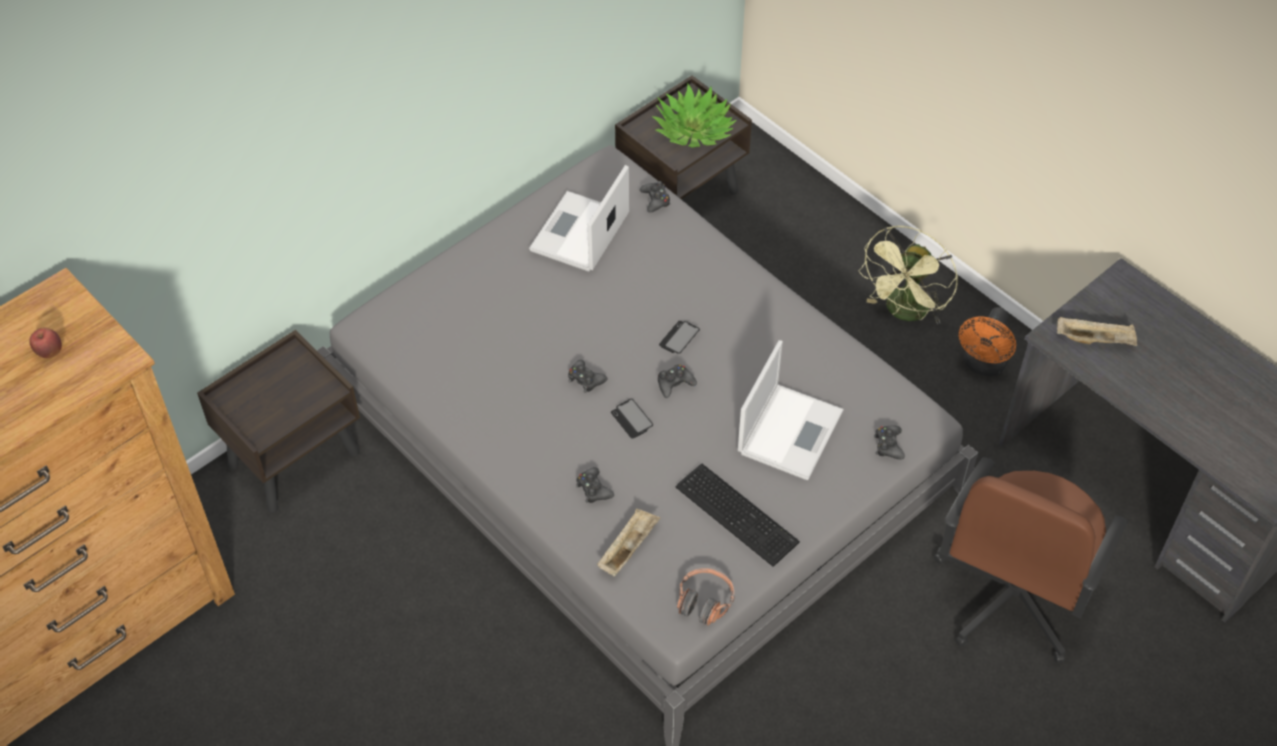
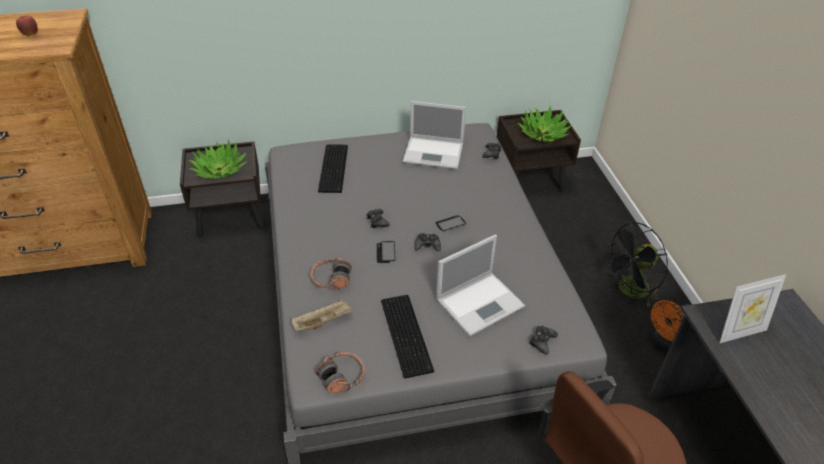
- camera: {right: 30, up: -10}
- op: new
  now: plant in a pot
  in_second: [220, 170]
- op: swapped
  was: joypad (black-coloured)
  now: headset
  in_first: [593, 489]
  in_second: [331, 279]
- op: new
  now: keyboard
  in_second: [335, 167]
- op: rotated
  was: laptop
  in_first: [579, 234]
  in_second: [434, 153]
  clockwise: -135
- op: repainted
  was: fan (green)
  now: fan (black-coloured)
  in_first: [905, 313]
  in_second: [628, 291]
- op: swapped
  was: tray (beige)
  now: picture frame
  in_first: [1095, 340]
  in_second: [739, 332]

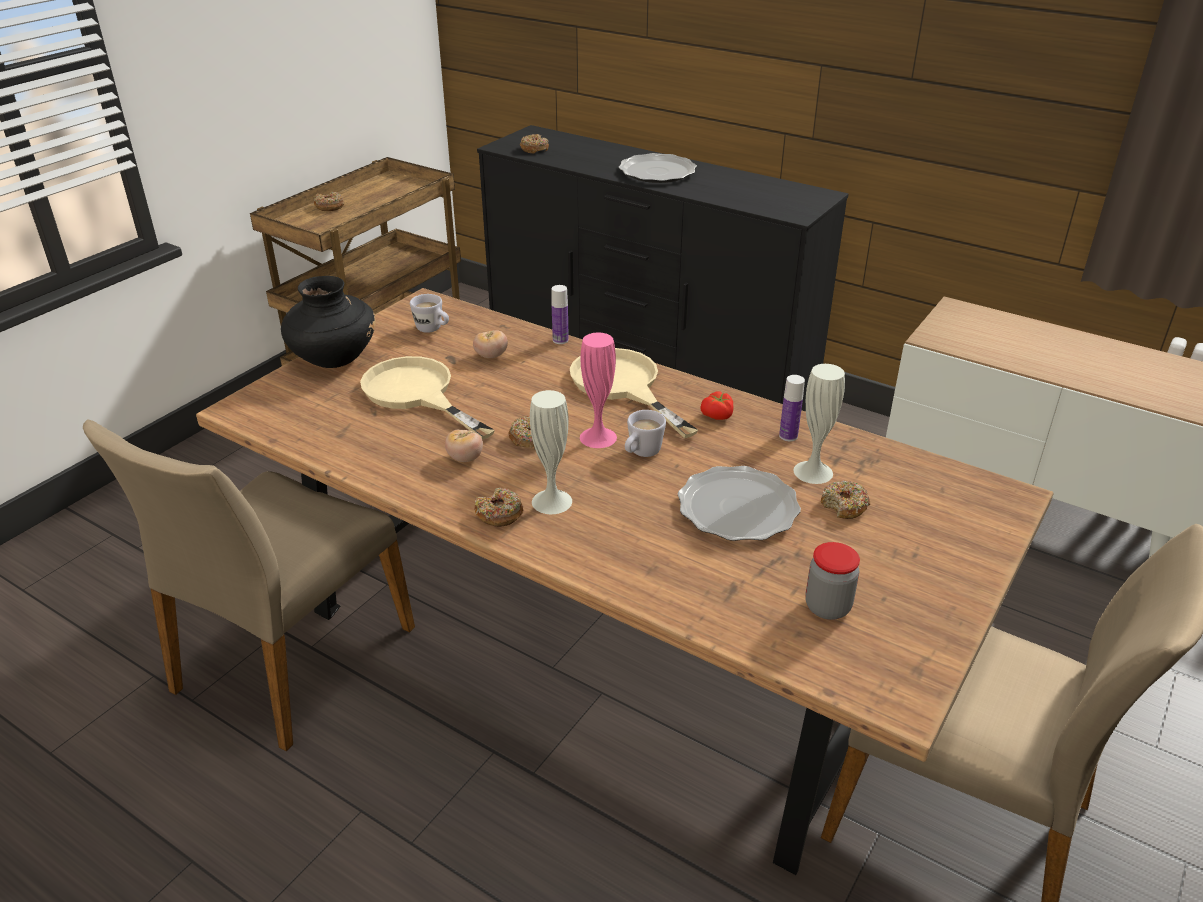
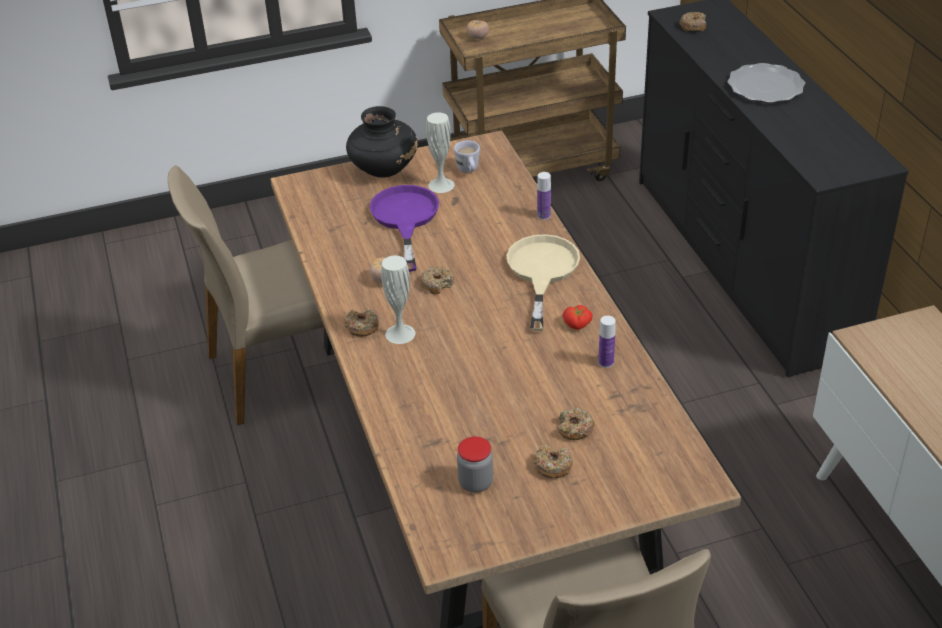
- camera: {right: 40, up: 5}
- op: repainted
  was: pan (beige)
  now: pan (purple-coloured)
  in_first: [417, 394]
  in_second: [405, 219]
- op: shifted
  was: vase (white)
  in_first: [813, 472]
  in_second: [441, 185]
- op: shifted
  was: whole tomato
  in_first: [491, 356]
  in_second: [478, 38]
- op: shifted
  was: ring doughnut
  in_first: [329, 206]
  in_second: [552, 466]
- op: gone
  was: vase (pink)
  in_first: [598, 437]
- op: gone
  was: tea mug (white)
  in_first: [641, 453]
- op: gone
  was: plate
  in_first: [738, 507]

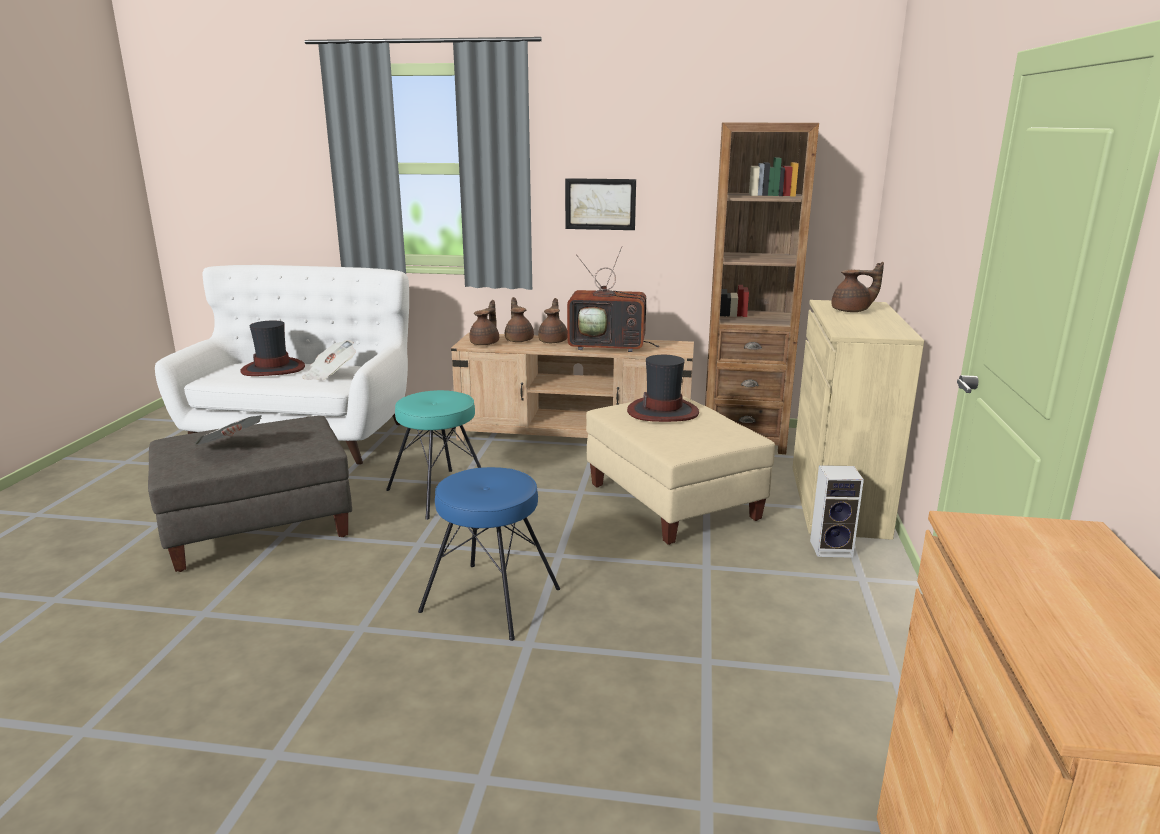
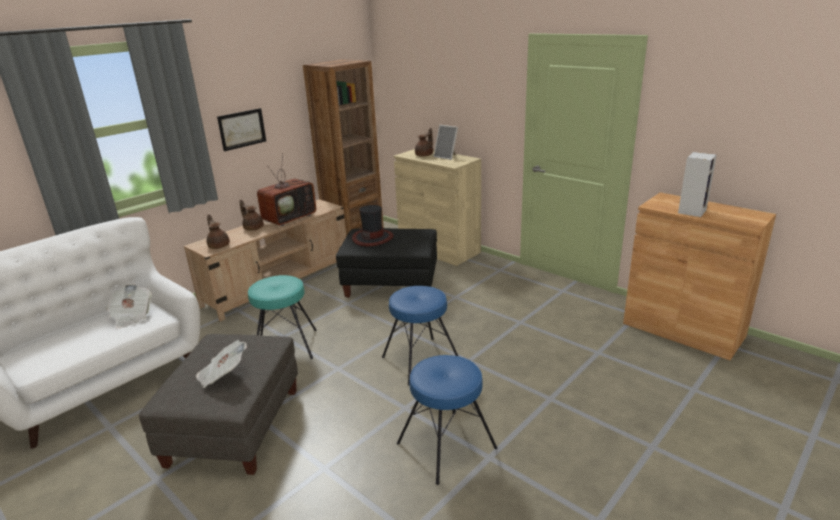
- camera: {right: -55, up: 5}
- op: repainted
  was: pouffe (beige)
  now: pouffe (black-coloured)
  in_first: [672, 502]
  in_second: [391, 284]
- op: new
  now: stool seat (bluish)
  in_second: [447, 446]
- op: new
  now: picture frame
  in_second: [447, 157]
- op: shifted
  was: audio speaker
  in_first: [832, 548]
  in_second: [691, 211]
- op: gone
  was: wearable hat
  in_first: [273, 369]
- op: gone
  was: tea pot (brown-coloured)
  in_first: [519, 340]

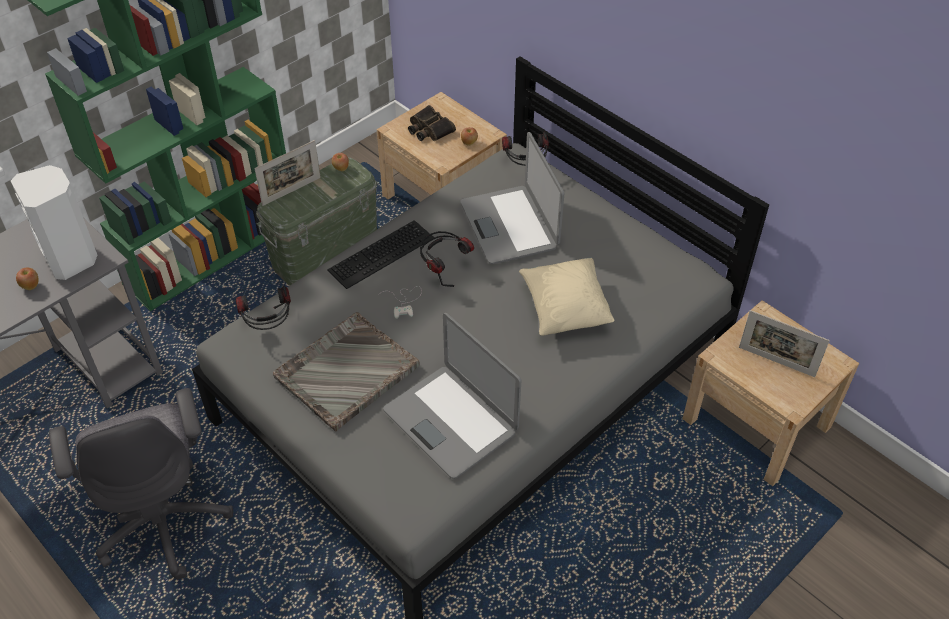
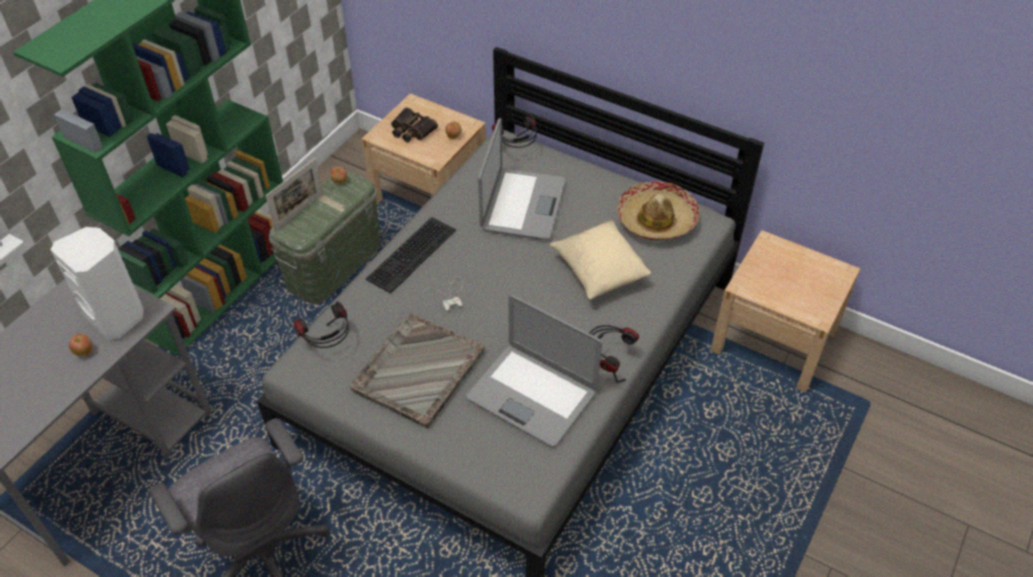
- camera: {right: -15, up: 0}
- op: rotated
  was: laptop
  in_first: [510, 225]
  in_second: [522, 205]
  clockwise: -135
- op: shifted
  was: headset
  in_first: [444, 270]
  in_second: [608, 363]
- op: new
  now: wearable hat
  in_second: [656, 219]
- op: gone
  was: picture frame
  in_first: [776, 362]

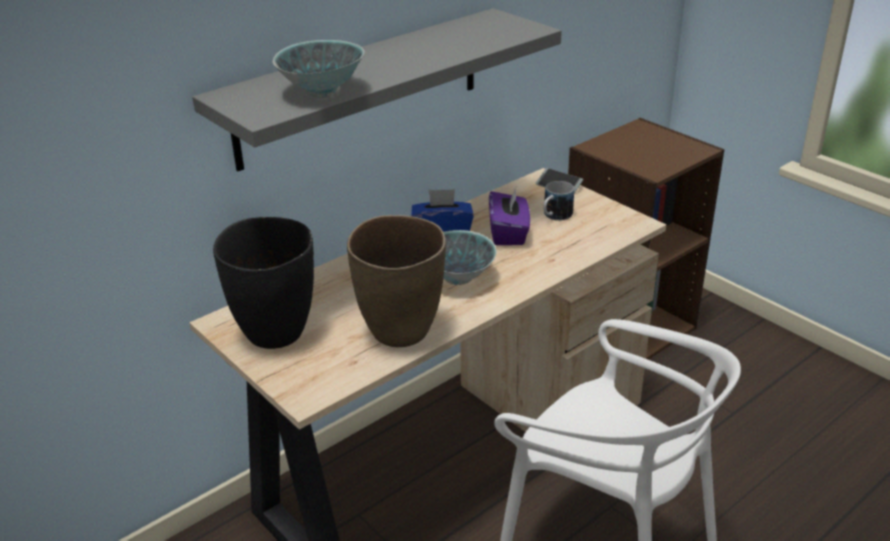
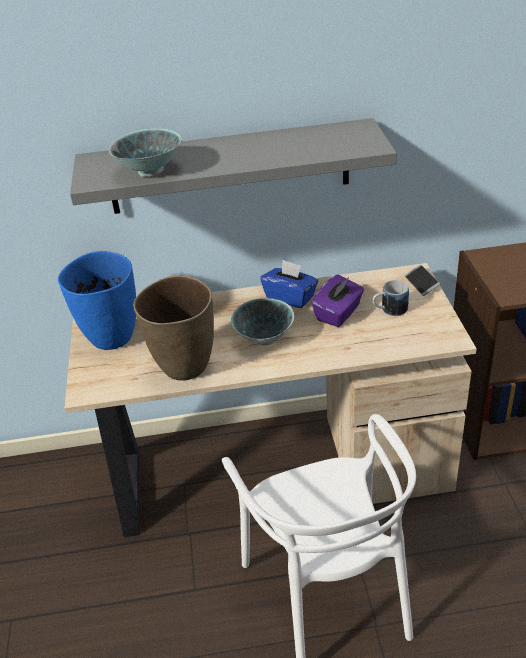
- camera: {right: 35, up: 5}
- op: repainted
  was: vase (black-coloured)
  now: vase (bluish)
  in_first: [276, 333]
  in_second: [112, 338]

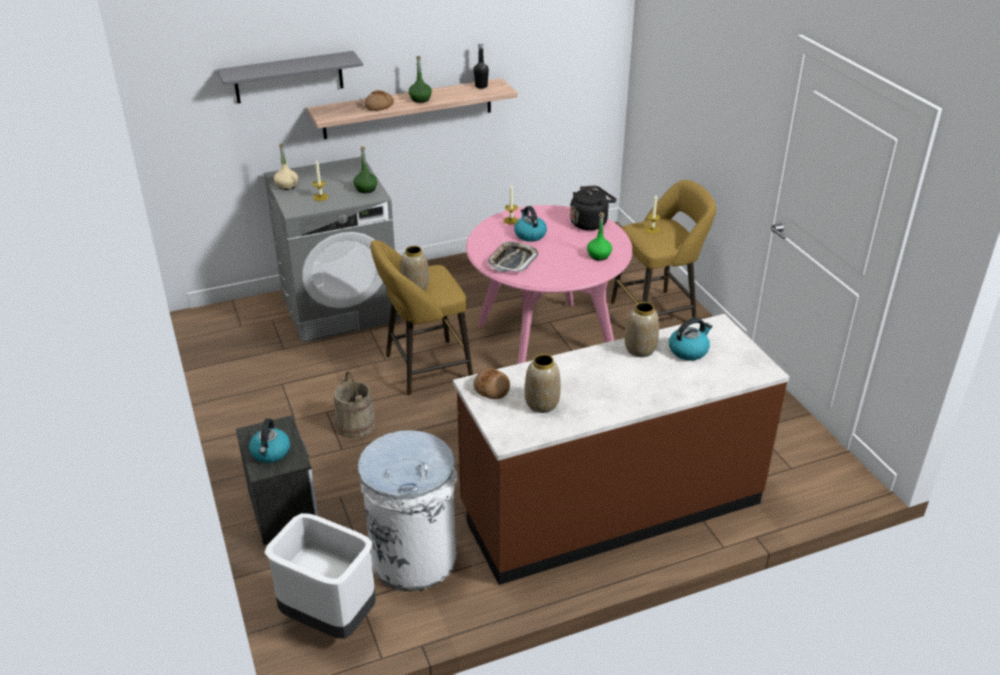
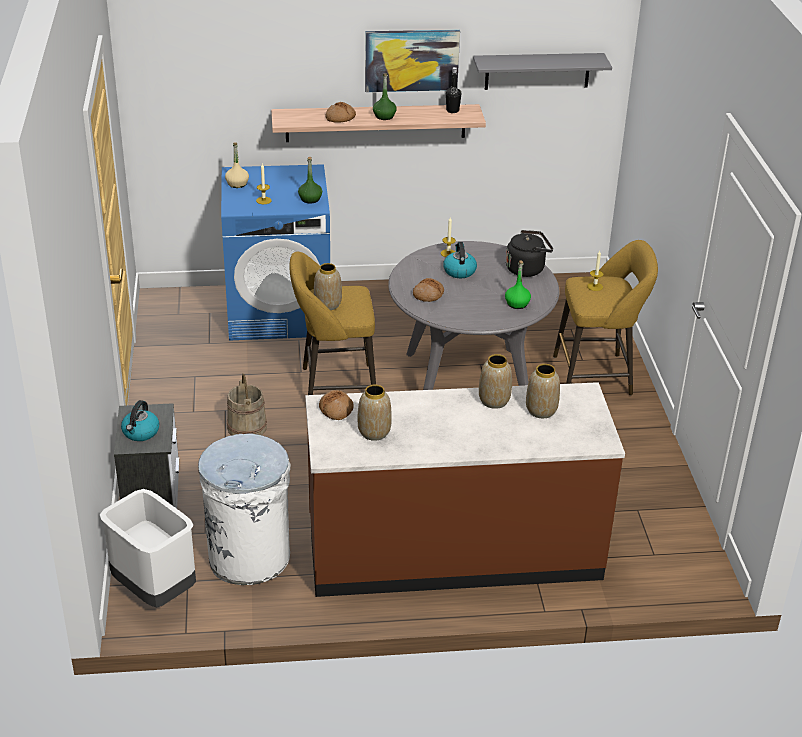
- camera: {right: 15, up: 0}
- op: repainted
  was: laundry appliance (greyish)
  now: laundry appliance (bluish)
  in_first: [340, 307]
  in_second: [279, 312]
- op: new
  now: wall art
  in_second: [411, 60]
- op: repainted
  was: dinner table (pink)
  now: dinner table (greyish)
  in_first: [545, 340]
  in_second: [467, 382]
- op: swapped
  was: tray
  now: baked bread
  in_first: [512, 261]
  in_second: [428, 294]
- op: shifted
  was: shelf (greyish)
  in_first: [288, 77]
  in_second: [537, 71]
- op: swapped
  was: water kettle
  now: vase
  in_first: [688, 350]
  in_second: [540, 410]

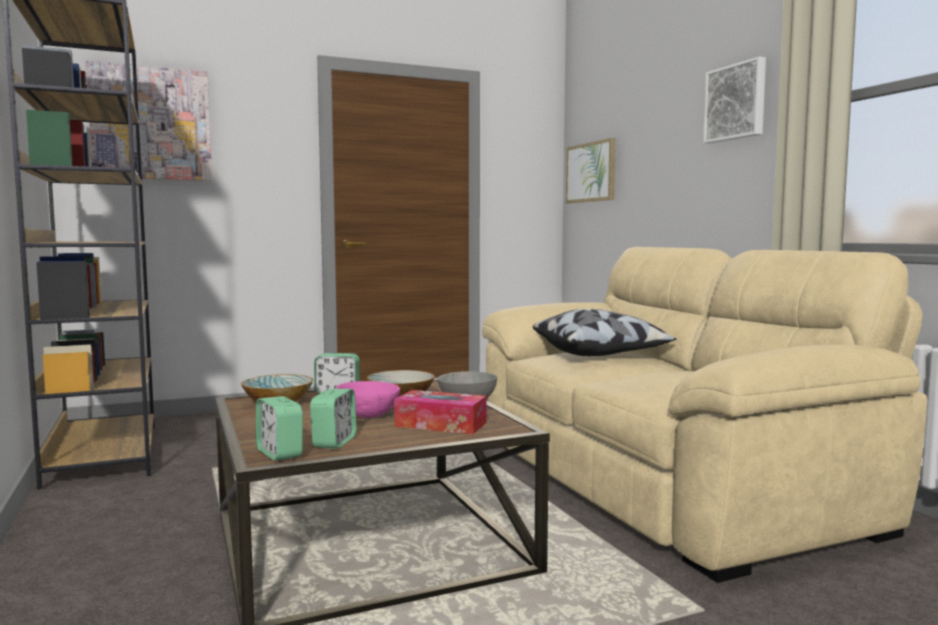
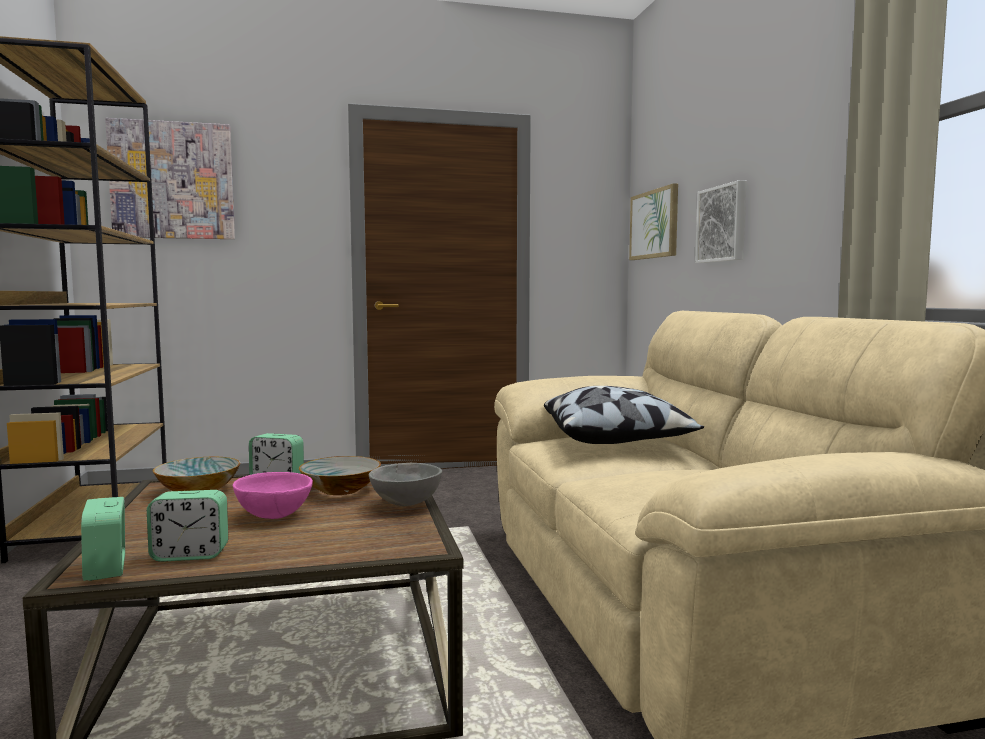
- camera: {right: 10, up: 0}
- op: rotated
  was: alarm clock
  in_first: [334, 442]
  in_second: [190, 555]
  clockwise: 60
- op: shifted
  was: wall art
  in_first: [736, 102]
  in_second: [723, 224]
- op: gone
  was: tissue holder
  in_first: [440, 424]

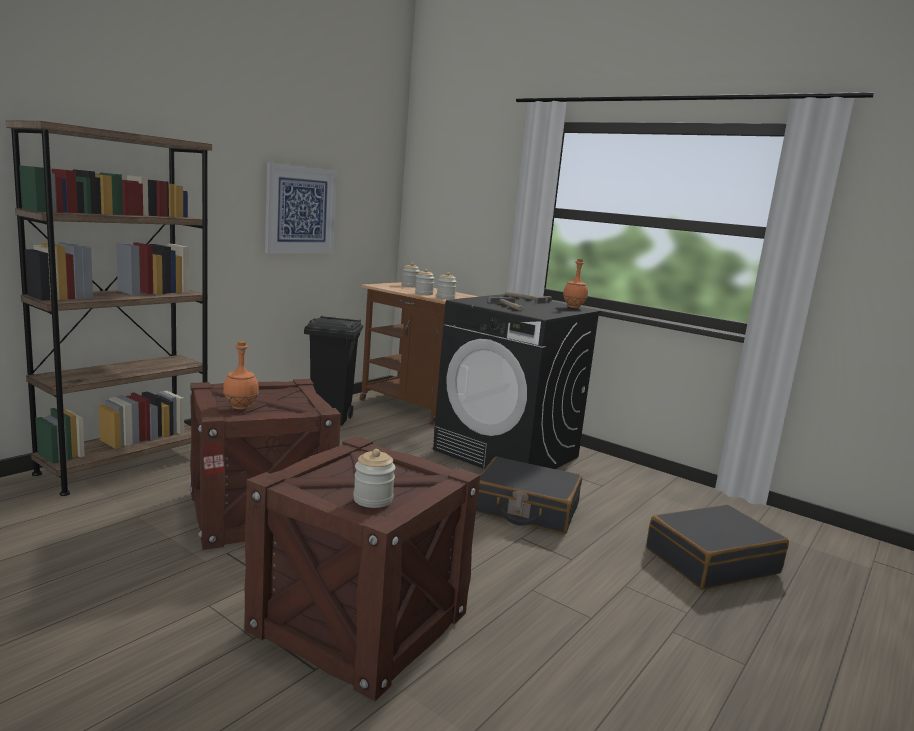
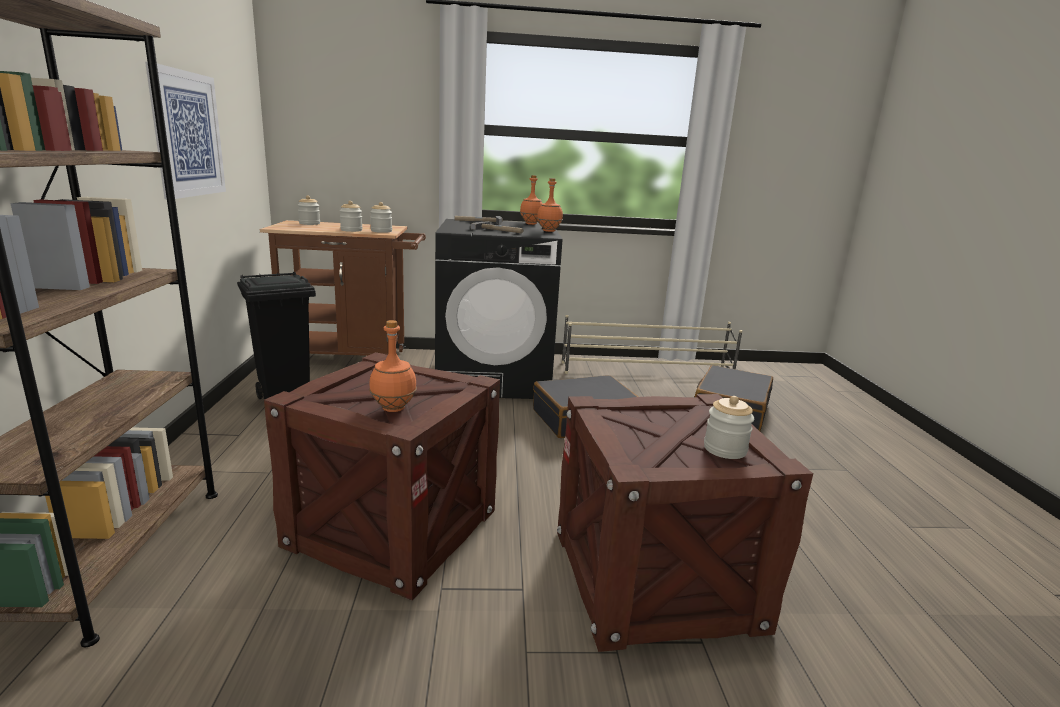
- camera: {right: -40, up: 5}
- op: new
  now: drink bottle (orange)
  in_second: [549, 231]
- op: new
  now: shoe rack (beige)
  in_second: [647, 371]

